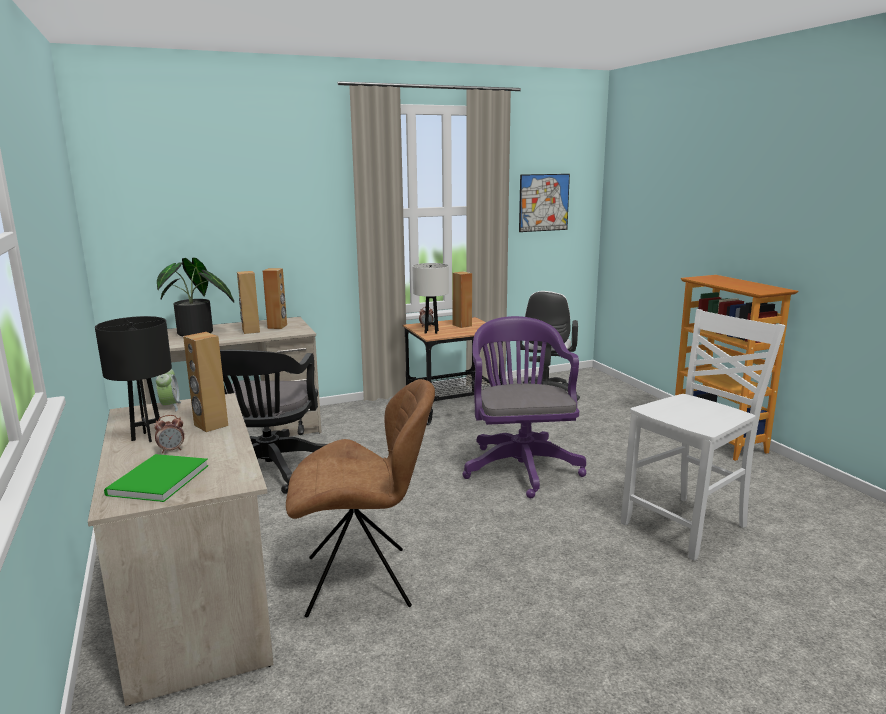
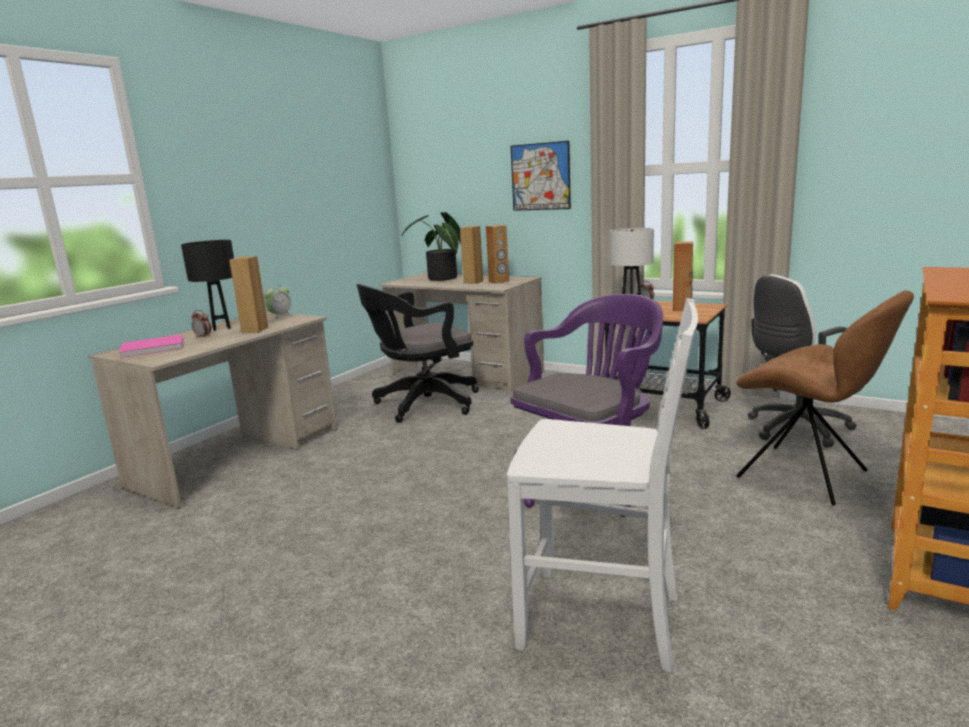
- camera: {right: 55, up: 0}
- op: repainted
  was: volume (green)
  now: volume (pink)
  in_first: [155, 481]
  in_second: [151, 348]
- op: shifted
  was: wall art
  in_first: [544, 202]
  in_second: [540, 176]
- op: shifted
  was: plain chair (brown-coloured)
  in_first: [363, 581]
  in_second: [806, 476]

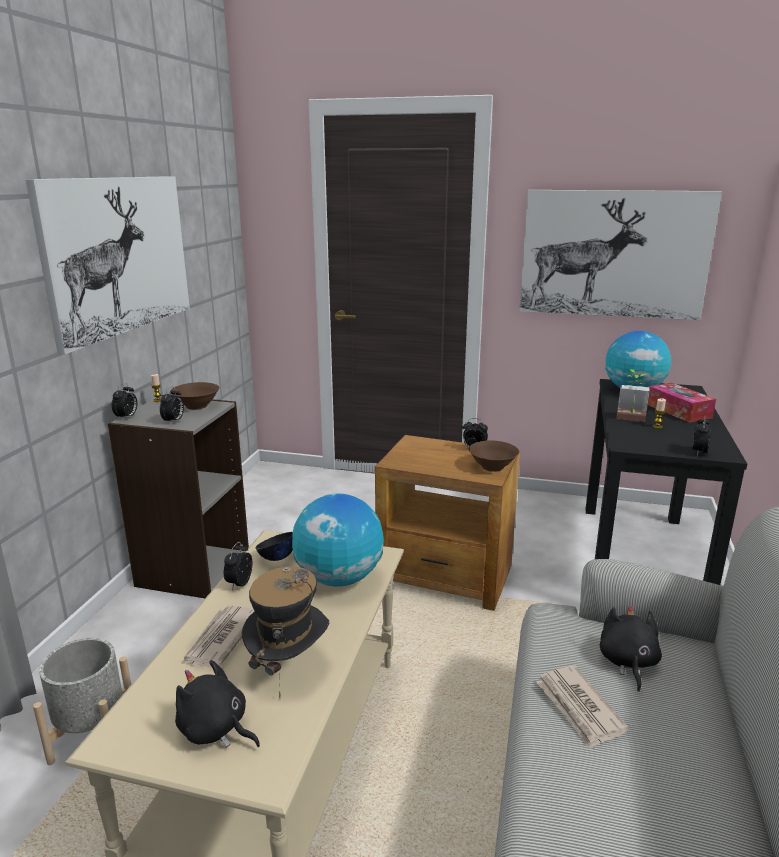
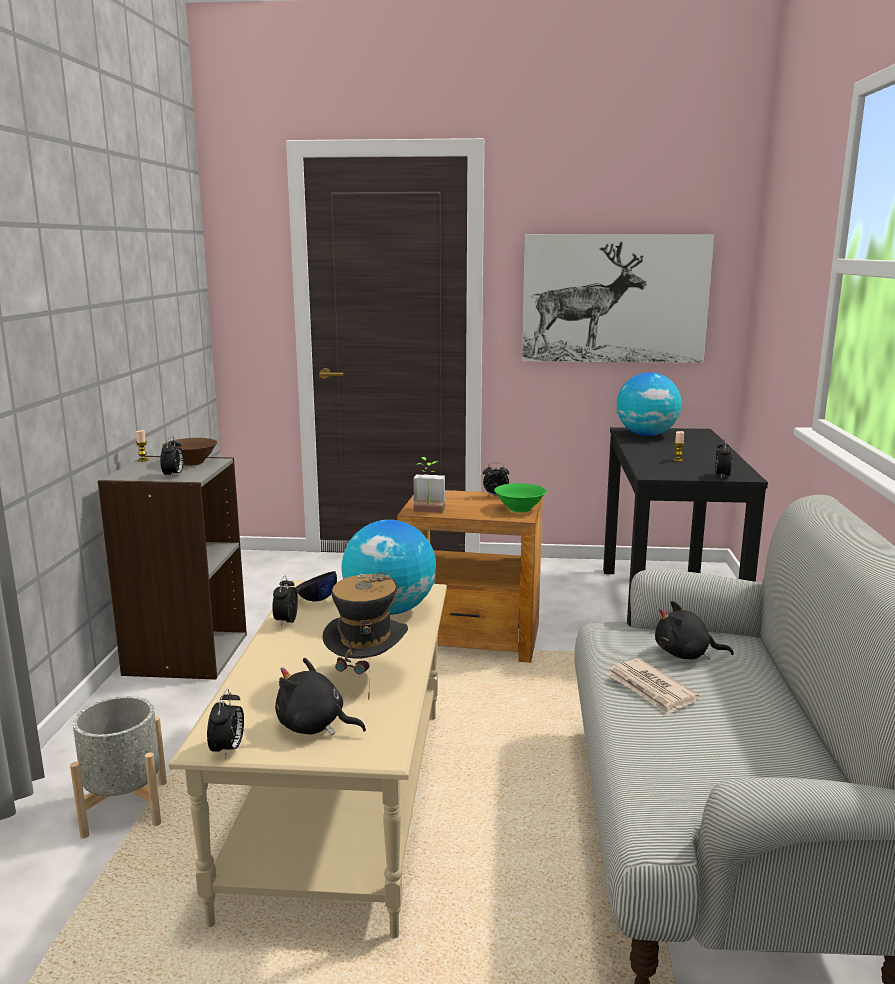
- camera: {right: -10, up: -5}
- op: shifted
  was: alarm clock
  in_first: [127, 417]
  in_second: [228, 750]
- op: shifted
  was: plant in a pot
  in_first: [630, 420]
  in_second: [428, 512]
- op: repainted
  was: deep dish (brown-coloured)
  now: deep dish (green)
  in_first: [493, 467]
  in_second: [520, 509]
- op: rotated
  was: soft toy (black-coloured)
  in_first: [627, 662]
  in_second: [686, 654]
  clockwise: -75
- op: gone
  was: wall art
  in_first: [119, 255]
- op: gone
  was: printed paper
  in_first: [220, 639]
- op: gone
  was: tissue holder
  in_first: [678, 411]

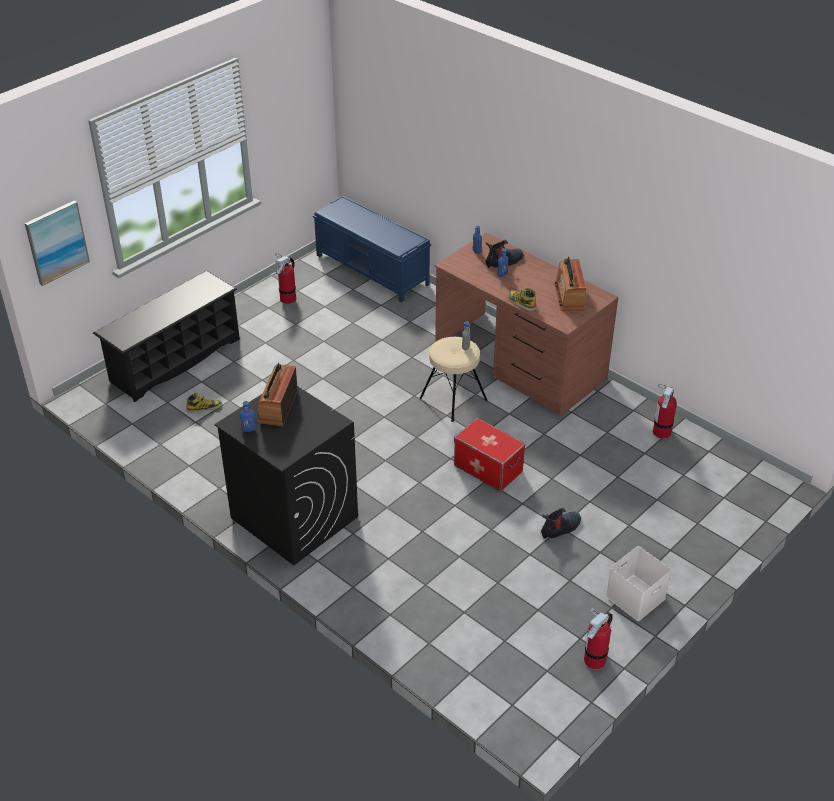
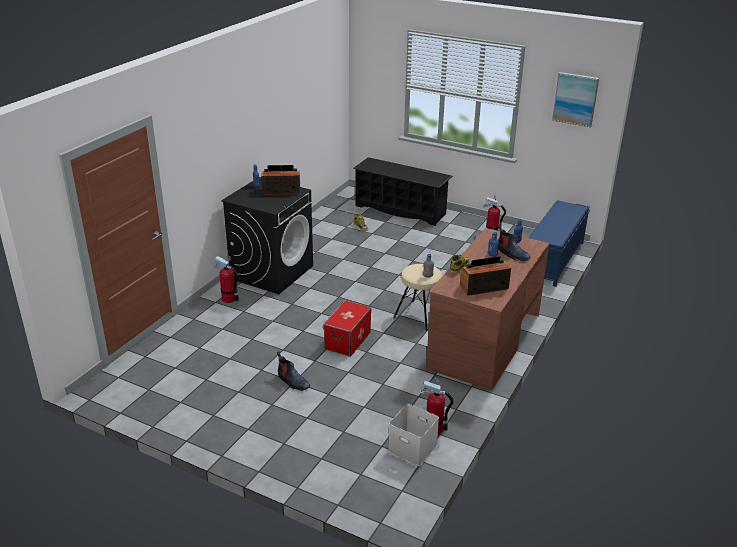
- camera: {right: 75, up: -10}
- op: shifted
  was: fire extinguisher
  in_first: [595, 660]
  in_second: [229, 299]
- op: shifted
  was: storage box (white)
  in_first: [635, 596]
  in_second: [413, 448]
- op: shifted
  was: wall art
  in_first: [56, 242]
  in_second: [575, 99]

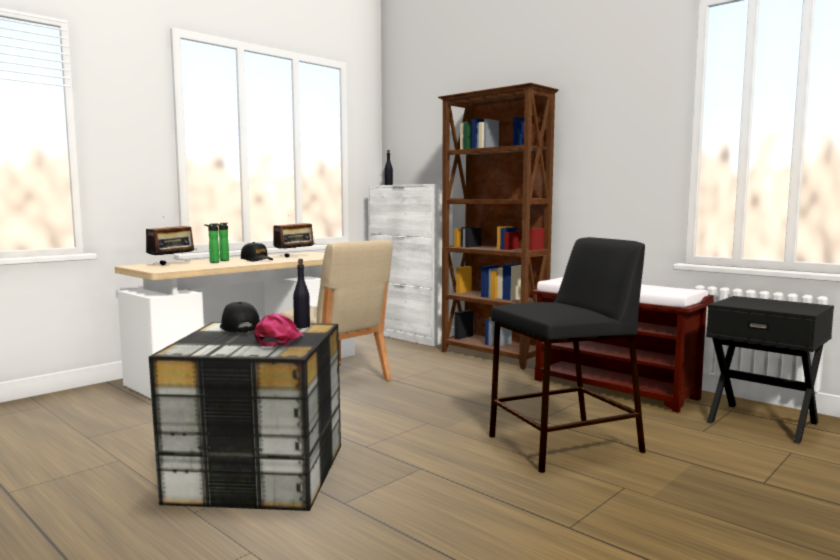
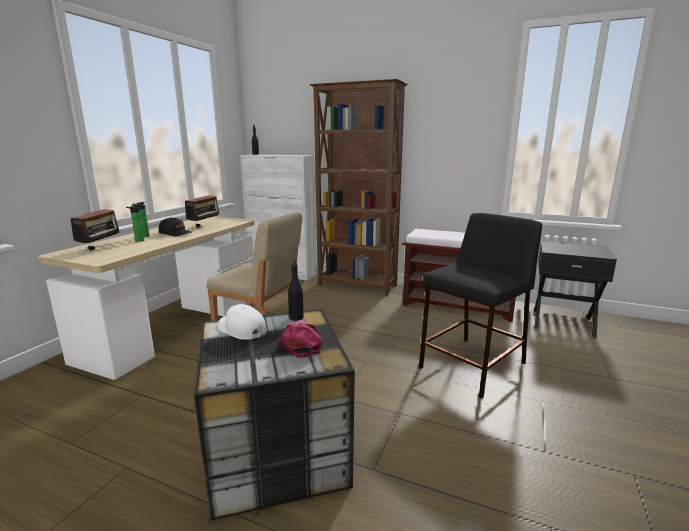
- camera: {right: -20, up: 10}
- op: repainted
  was: peaked cap (black-coloured)
  now: peaked cap (white)
  in_first: [239, 328]
  in_second: [241, 329]

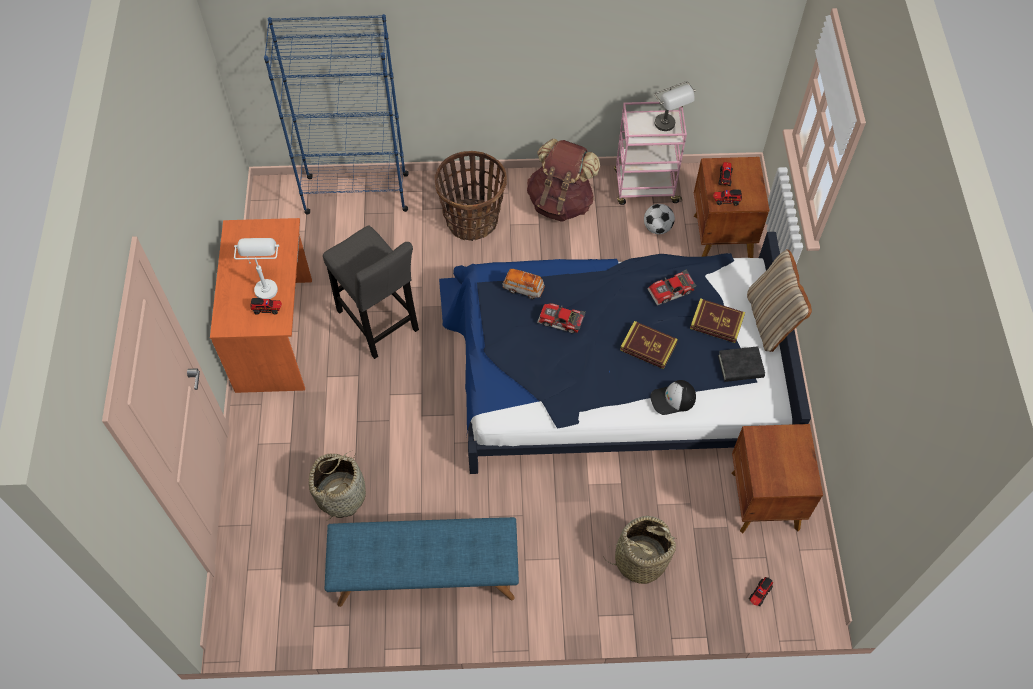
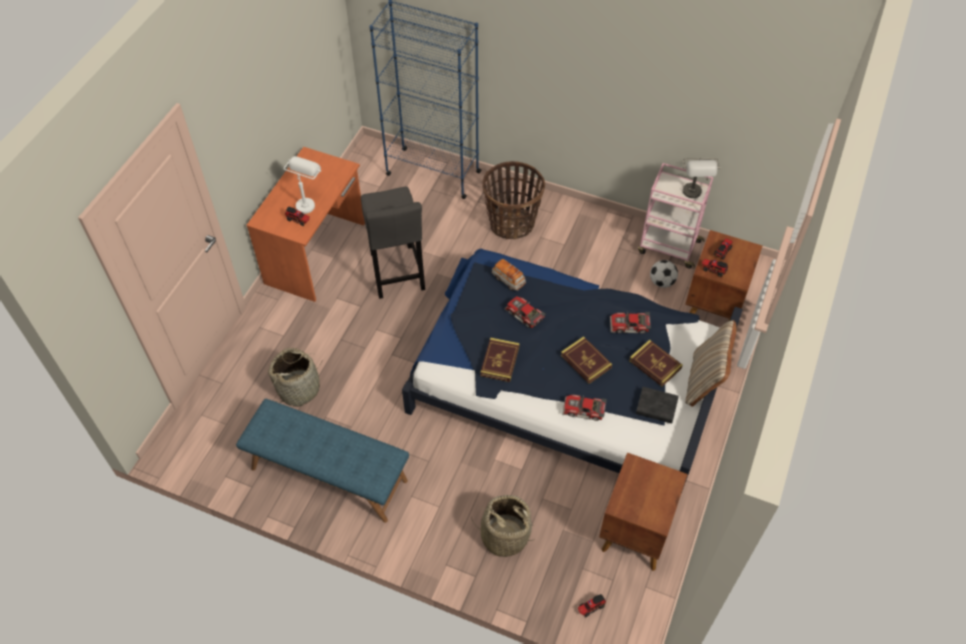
- camera: {right: 25, up: -5}
- op: new
  now: volume
  in_second: [500, 361]
- op: swapped
  was: peaked cap
  now: miniature car
  in_first: [673, 399]
  in_second: [583, 411]
- op: gone
  was: backpack (brown-coloured)
  in_first: [561, 202]

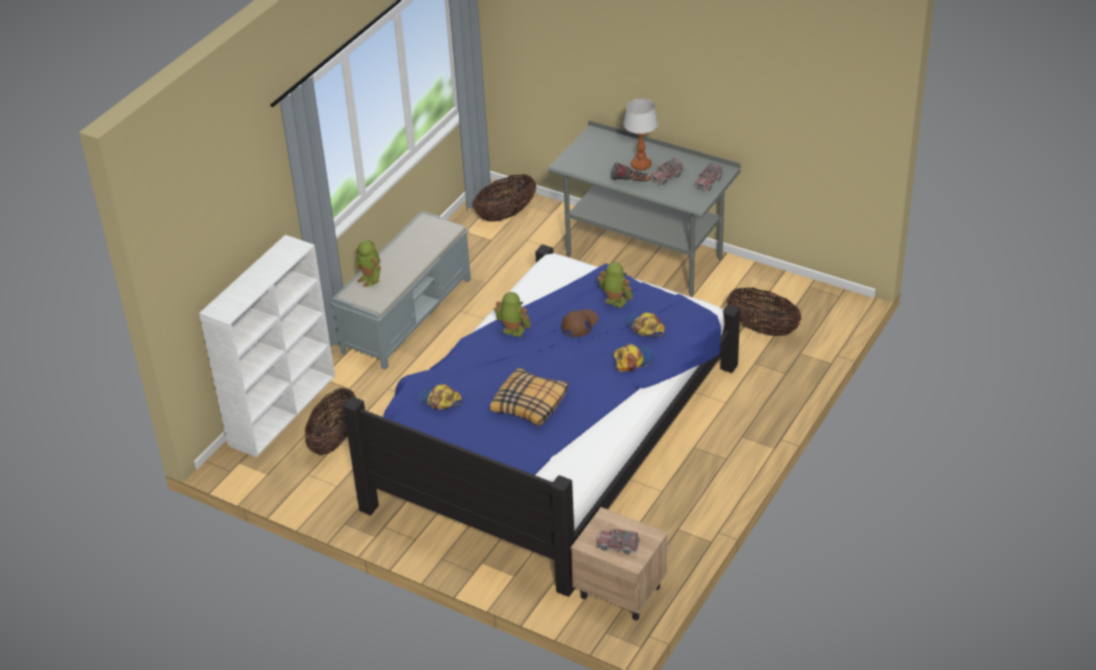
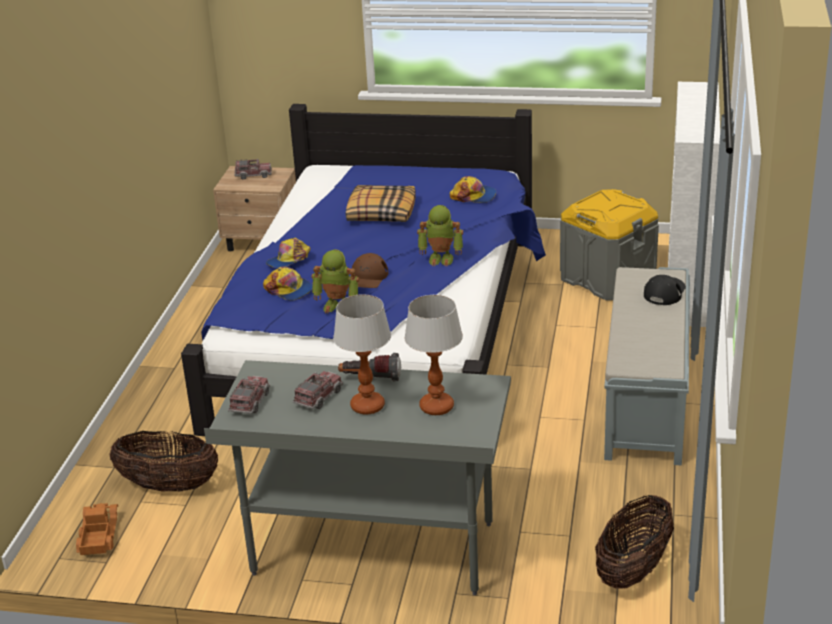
- camera: {right: 160, up: -10}
- op: new
  now: model truck
  in_second: [97, 535]
- op: new
  now: table lamp
  in_second: [436, 407]
- op: swapped
  was: household basket
  now: storage box (greyish)
  in_first: [334, 439]
  in_second: [607, 278]
- op: swapped
  was: model robot
  now: peaked cap (black-coloured)
  in_first: [370, 279]
  in_second: [664, 292]

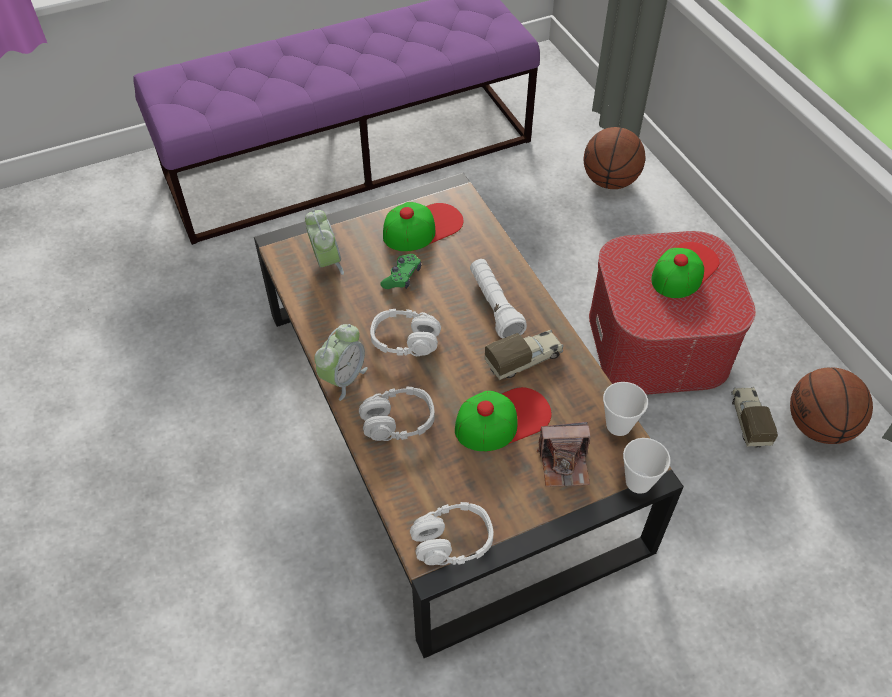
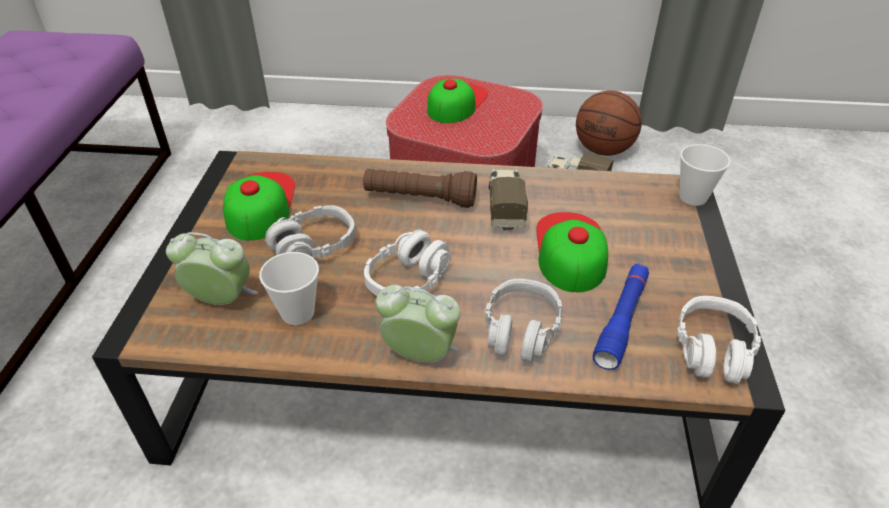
- camera: {right: -60, up: -10}
- op: shifted
  was: small cup
  in_first: [618, 425]
  in_second: [297, 313]
- op: swapped
  was: joypad (green)
  now: headset (greyish)
  in_first: [402, 277]
  in_second: [314, 246]
- op: repainted
  was: flashlight (white)
  now: flashlight (brown-coloured)
  in_first: [494, 306]
  in_second: [420, 199]
- op: rotated
  was: alarm clock
  in_first: [343, 378]
  in_second: [420, 355]
  clockwise: -45
- op: rotated
  was: peaked cap
  in_first: [684, 270]
  in_second: [456, 102]
  clockwise: 45
- op: new
  now: flashlight (bluish)
  in_second: [621, 321]
- op: gone
  was: photo camera
  in_first: [564, 464]
- op: gone
  was: basketball ball
  in_first: [610, 181]

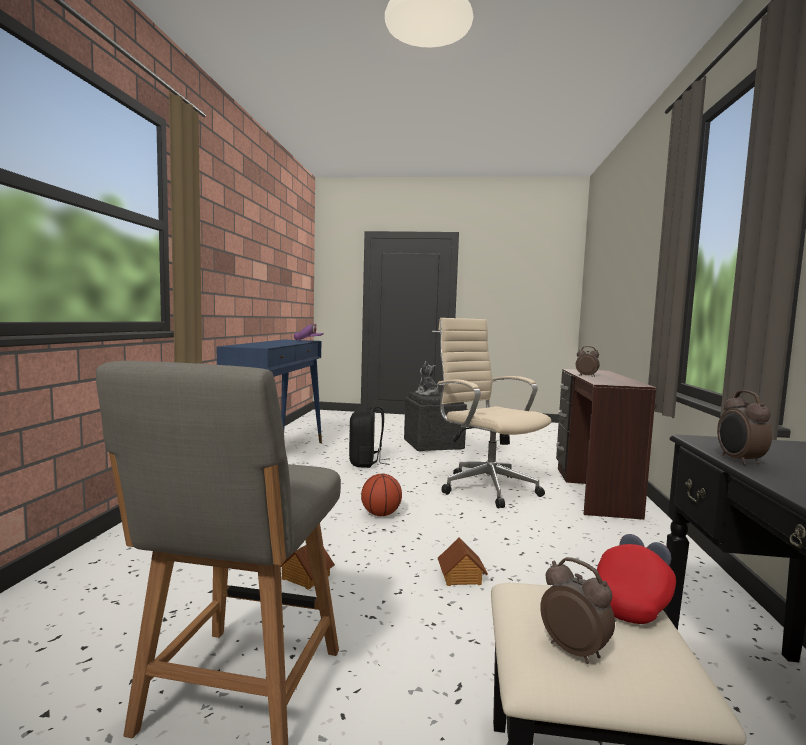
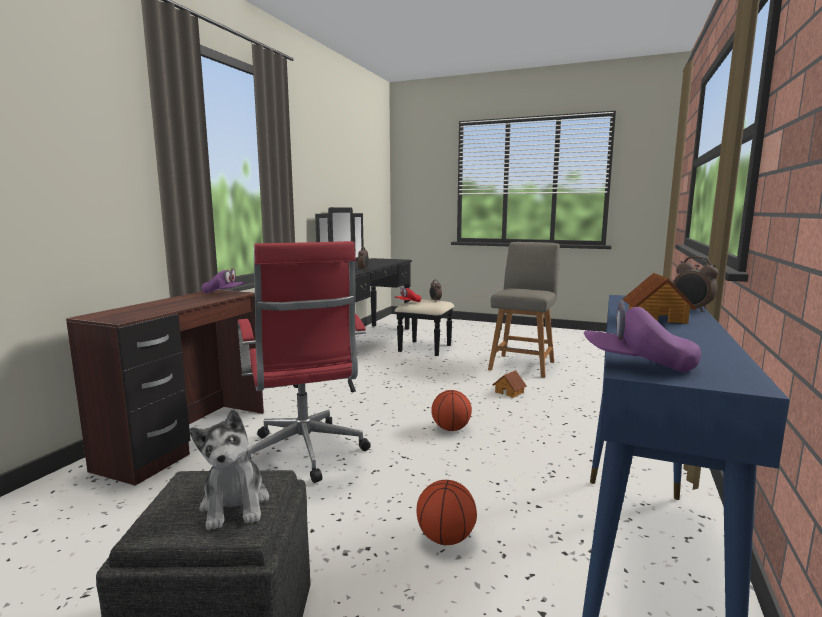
- camera: {right: -165, up: 5}
- op: new
  now: peaked cap (purple-coloured)
  in_second: [224, 293]
- op: repainted
  was: office chair (beige)
  now: office chair (red-coloured)
  in_first: [486, 487]
  in_second: [305, 455]
- op: swapped
  was: backpack (black-coloured)
  now: basketball ball
  in_first: [366, 463]
  in_second: [446, 539]
- op: shifted
  was: toy house
  in_first: [461, 577]
  in_second: [656, 318]
- op: shifted
  was: alarm clock
  in_first: [586, 376]
  in_second: [691, 309]

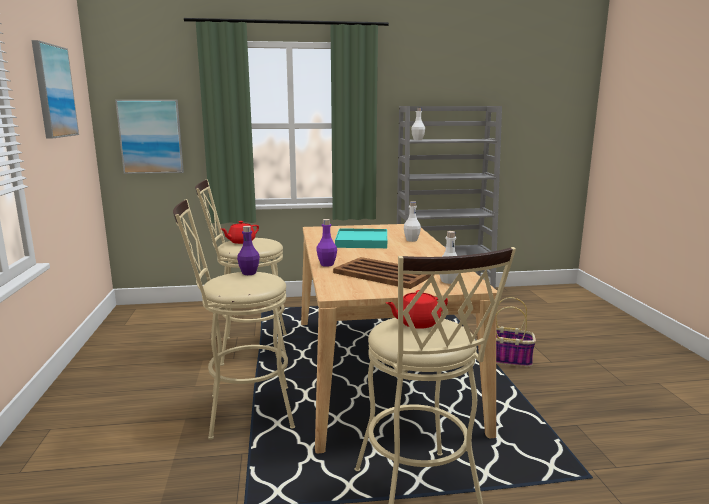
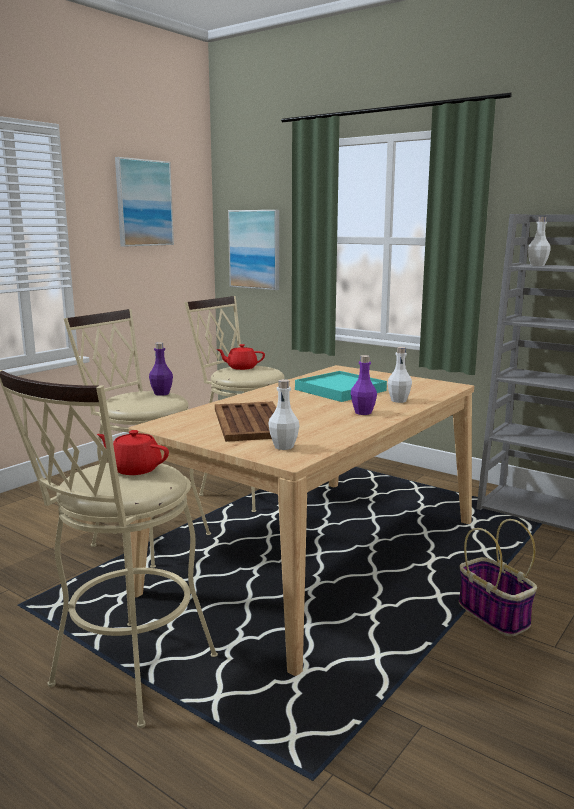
- camera: {right: 45, up: 0}
- op: shifted
  was: drink bottle (purple-coloured)
  in_first: [327, 264]
  in_second: [363, 412]

